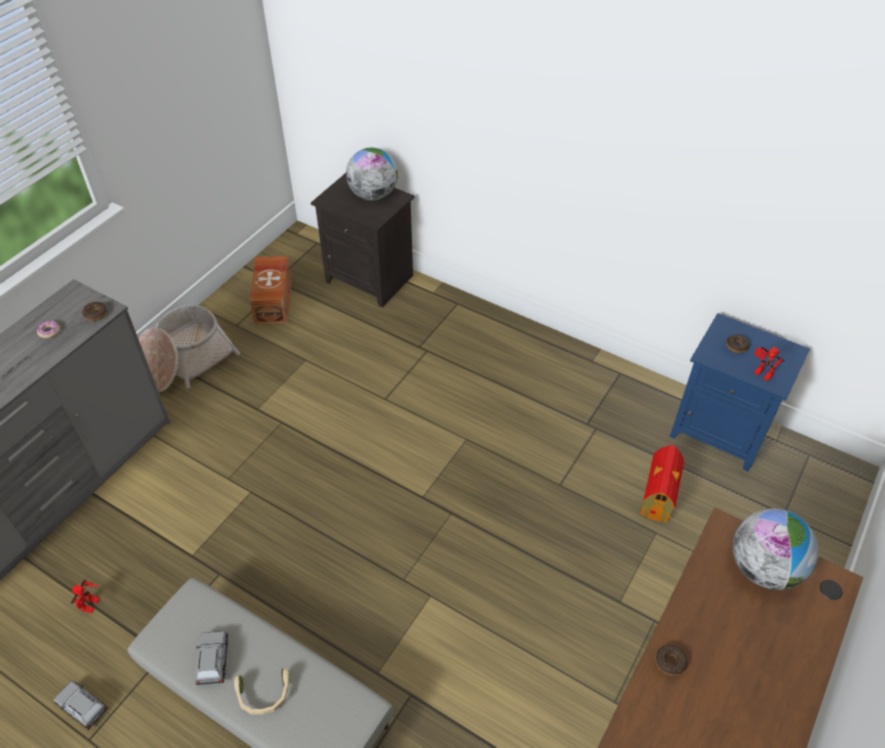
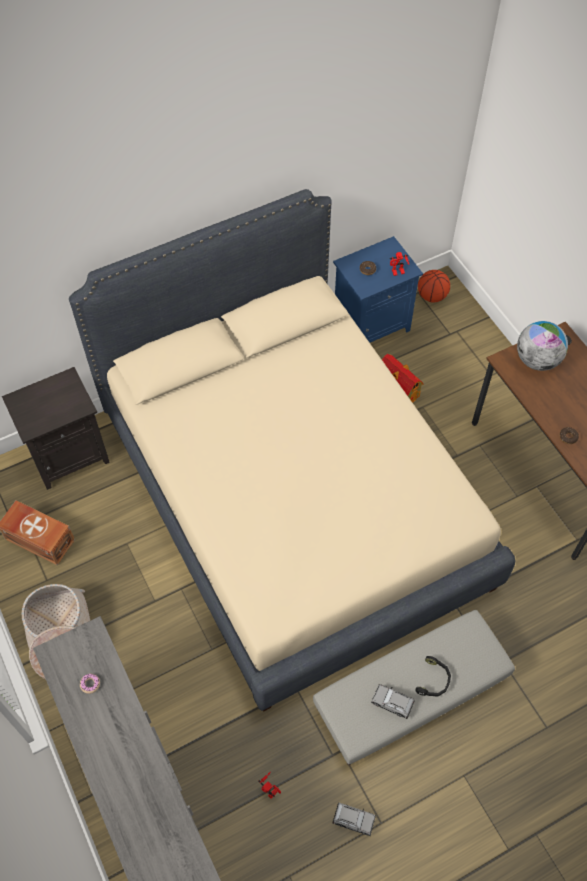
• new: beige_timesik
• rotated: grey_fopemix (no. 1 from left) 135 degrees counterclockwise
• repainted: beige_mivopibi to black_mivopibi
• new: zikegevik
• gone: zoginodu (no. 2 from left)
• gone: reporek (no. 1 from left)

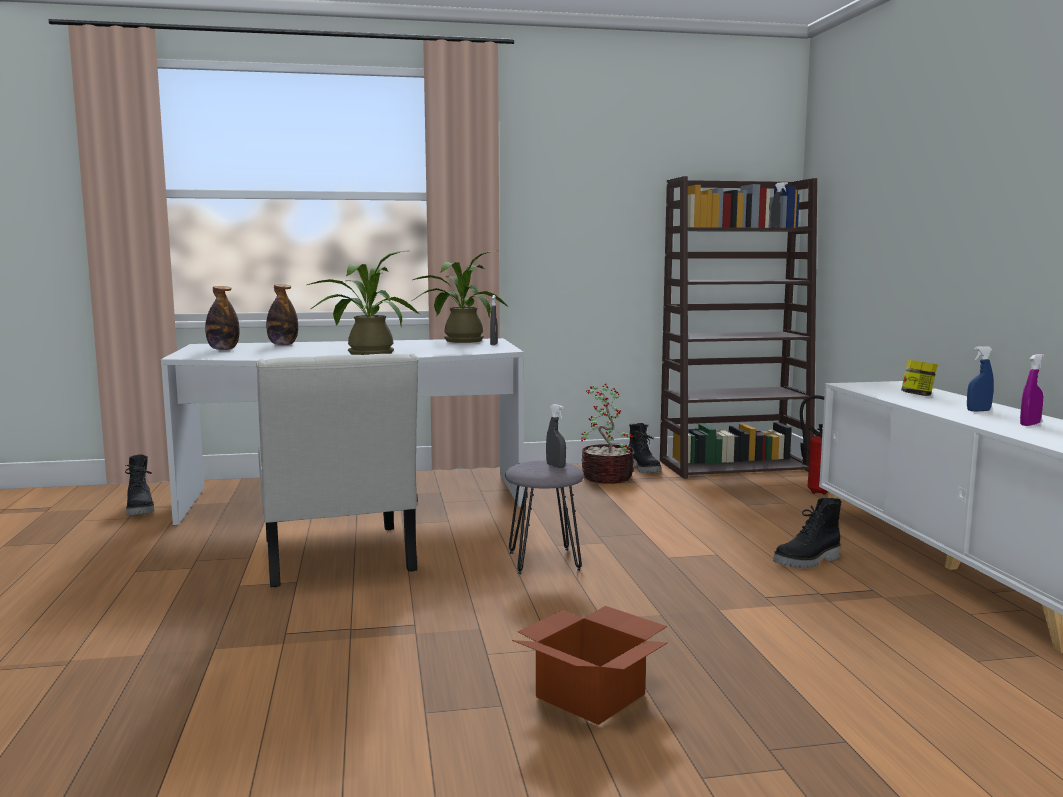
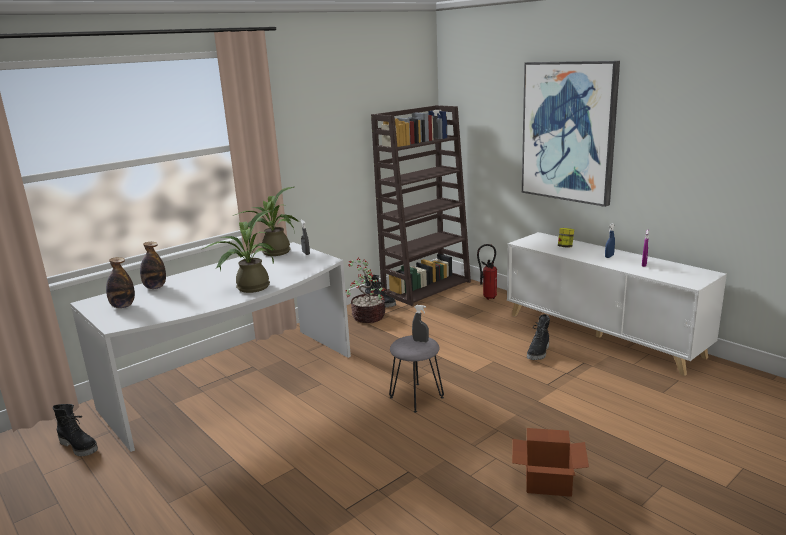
• new: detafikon
• gone: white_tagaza

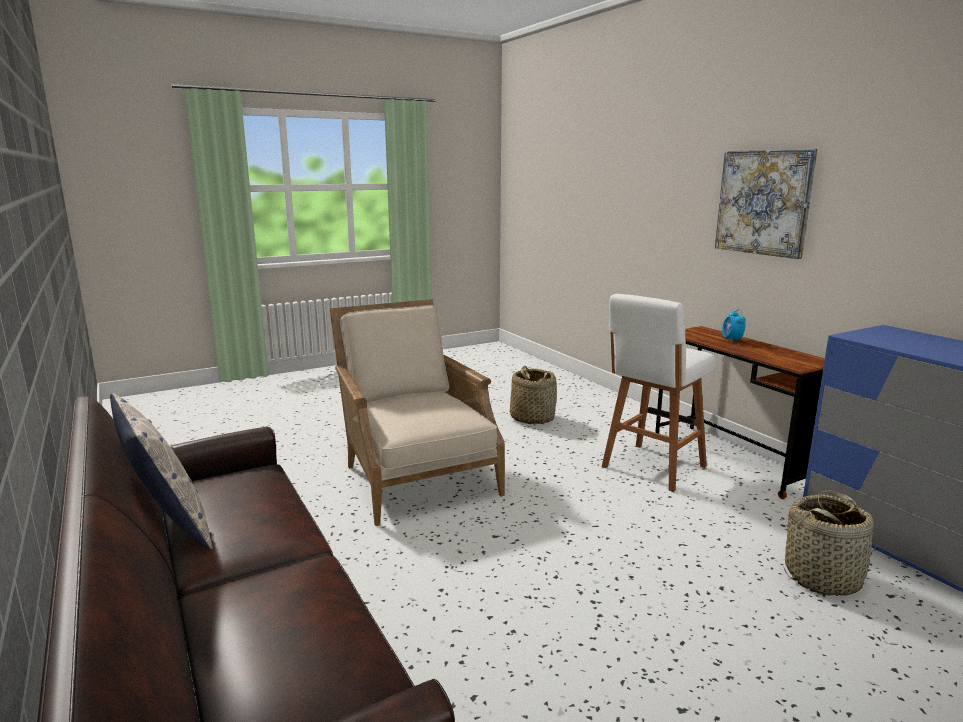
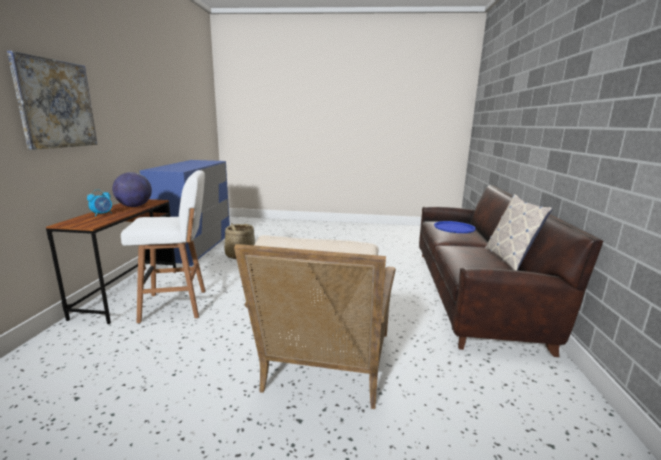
• new: reporek
• new: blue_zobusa
• gone: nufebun (no. 1 from left)

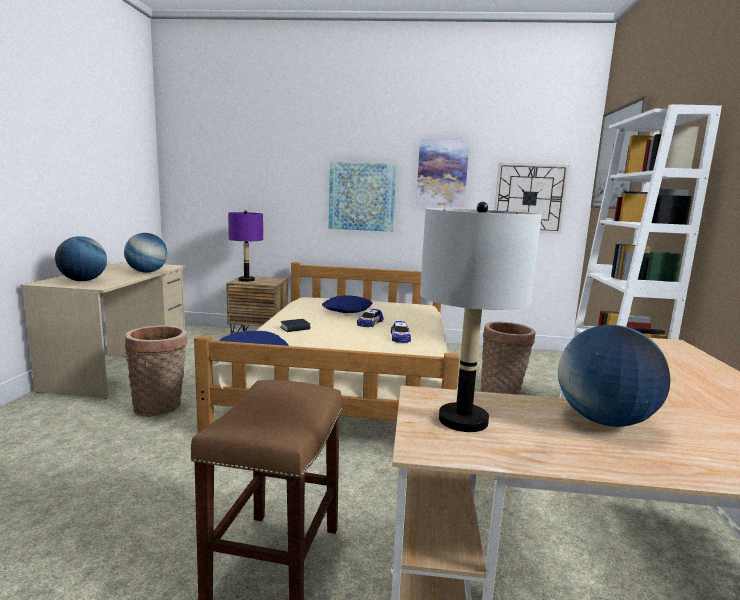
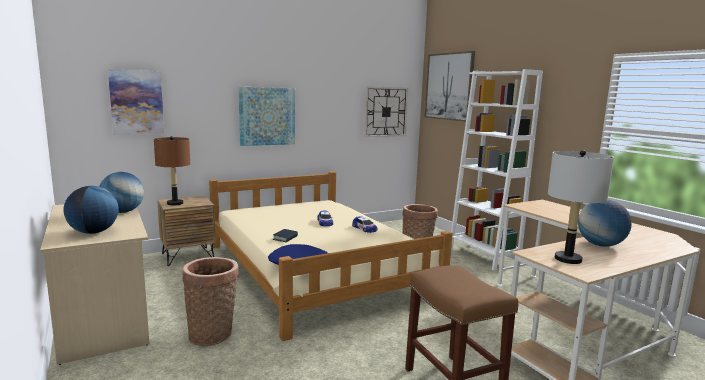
• shifted: detafikon (no. 2 from left in the first image) to detafikon (no. 1 from left)
• repainted: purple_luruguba to brown_luruguba
• gone: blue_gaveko (no. 2 from left)

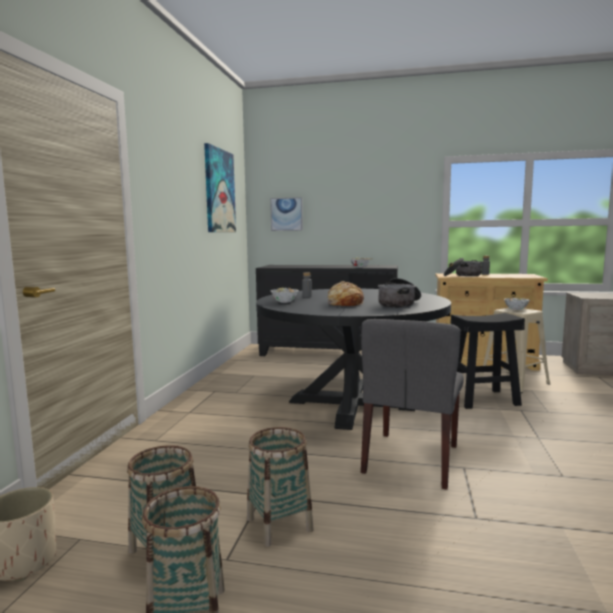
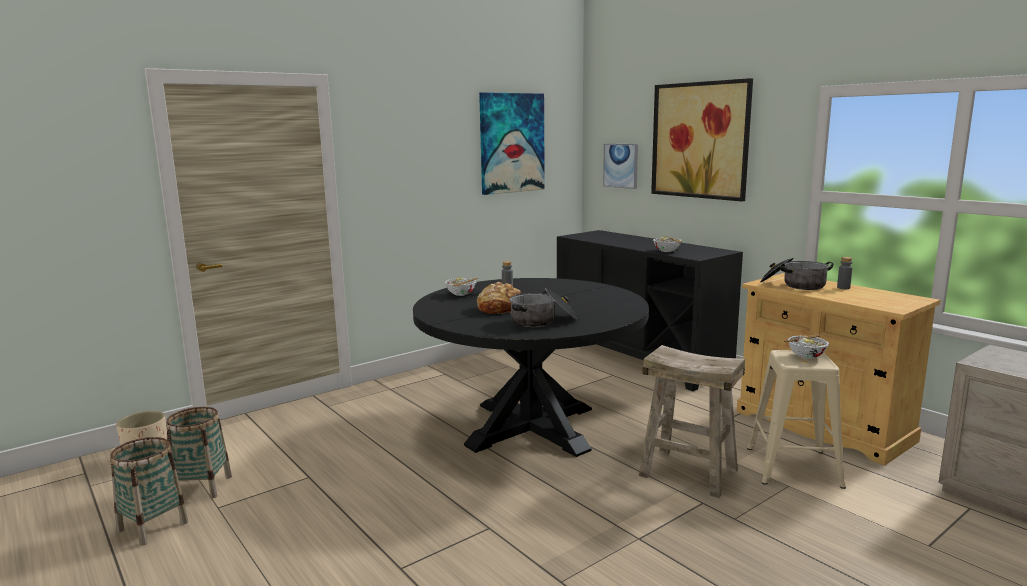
• repainted: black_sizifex to beige_sizifex (no. 1 from left)
• new: detafikon (no. 3 from left)
• gone: nufebun (no. 3 from left)
• gone: grey_tagaza

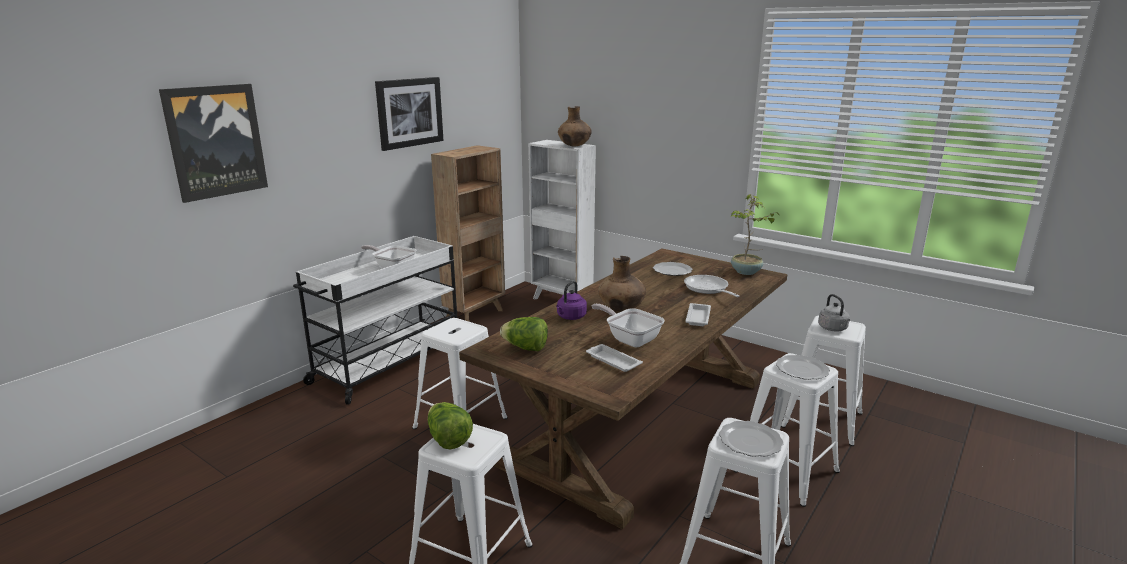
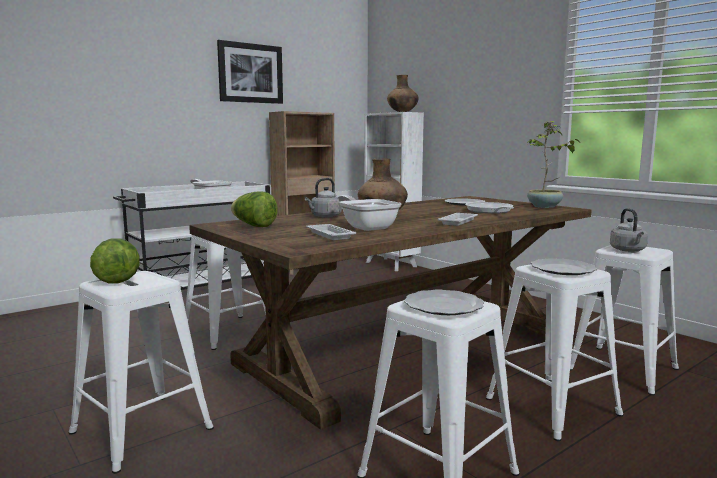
• repainted: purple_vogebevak to grey_vogebevak (no. 1 from left)
• gone: detafikon (no. 1 from left)

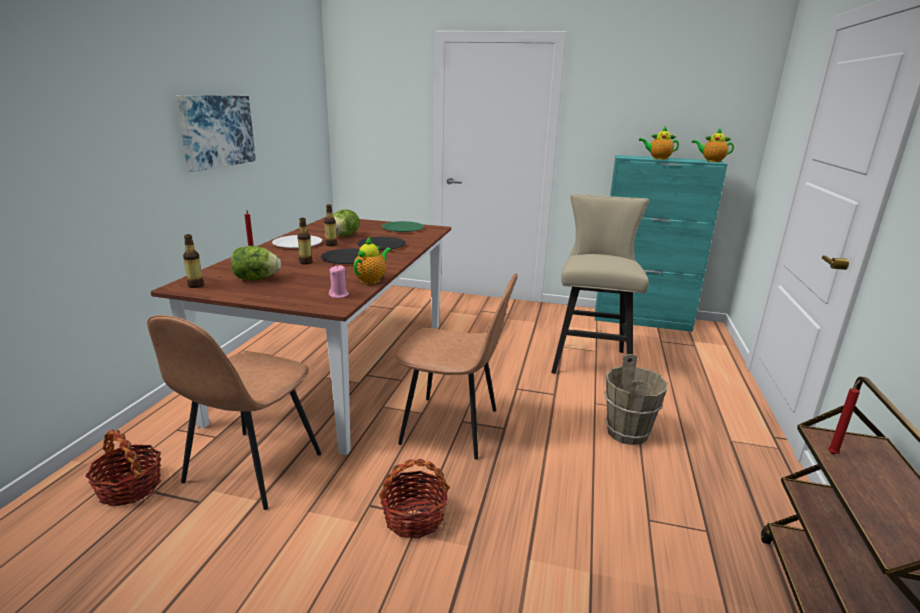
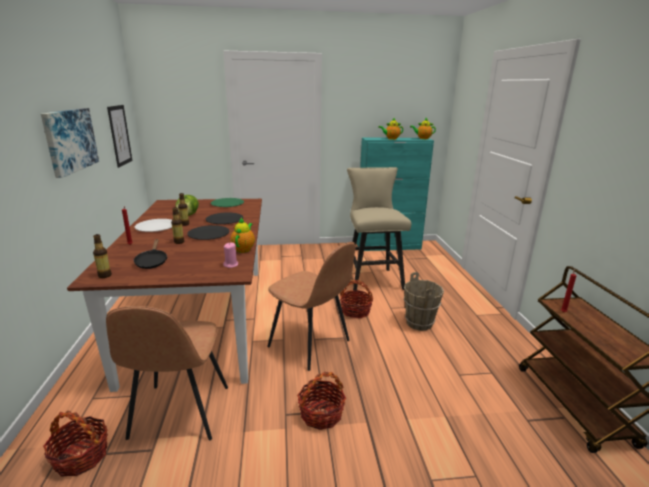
• new: detafikon (no. 2 from left)
• swapped: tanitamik (no. 1 from left) to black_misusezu
• rotated: brown_tagaza (no. 2 from left) 45 degrees clockwise
• new: nufebun (no. 3 from left)

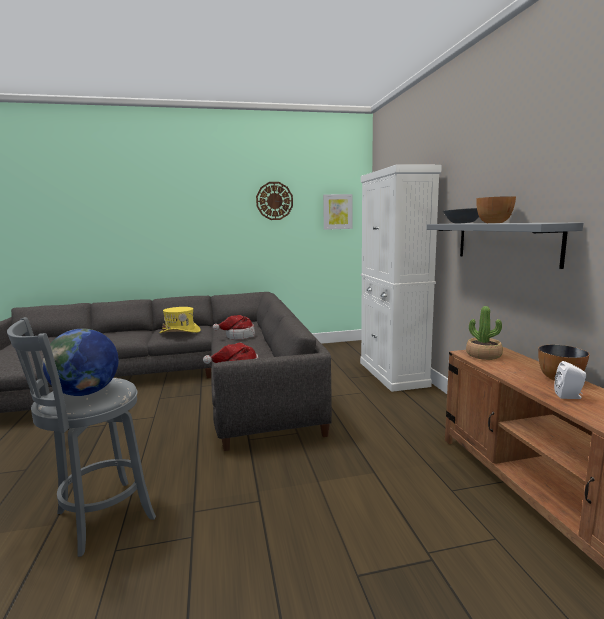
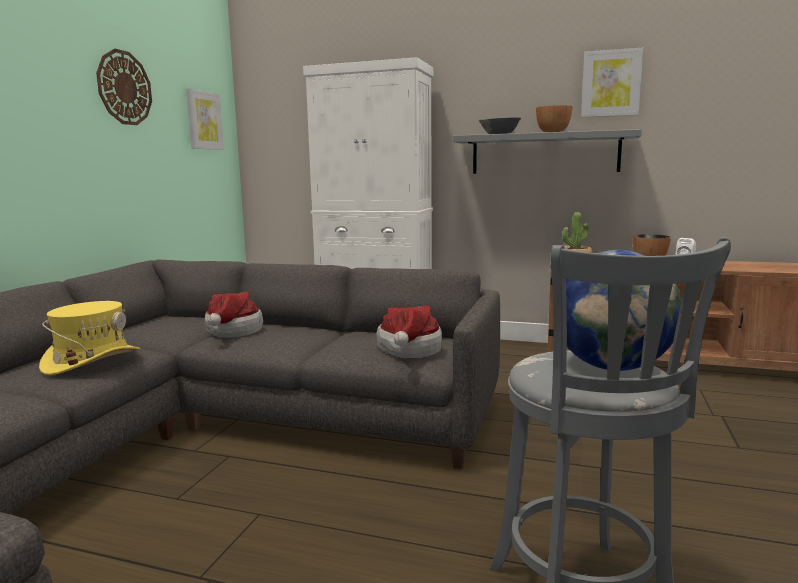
• new: detafikon (no. 2 from left)

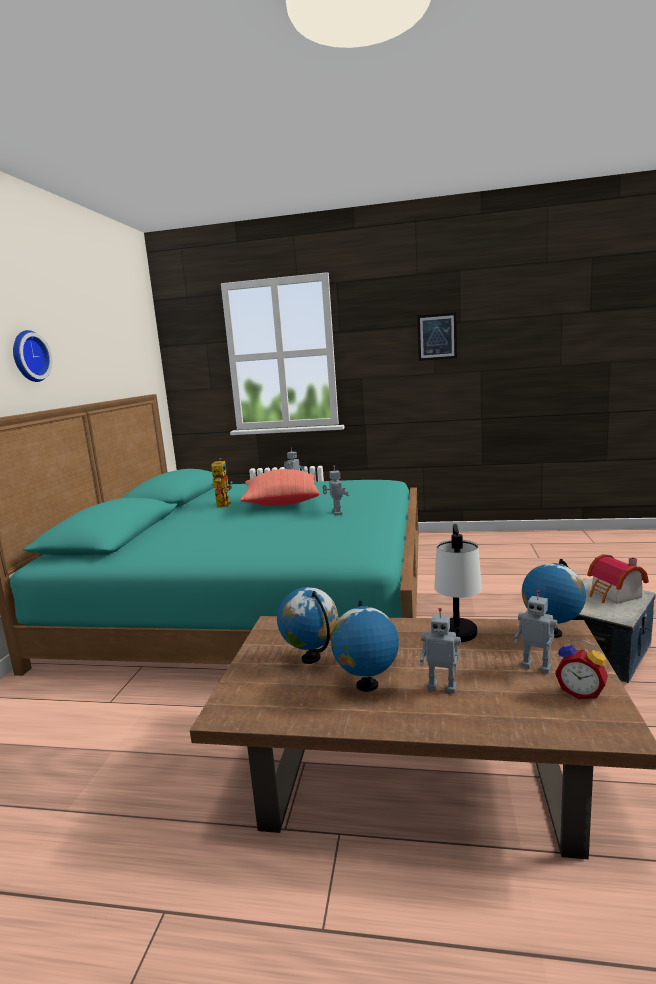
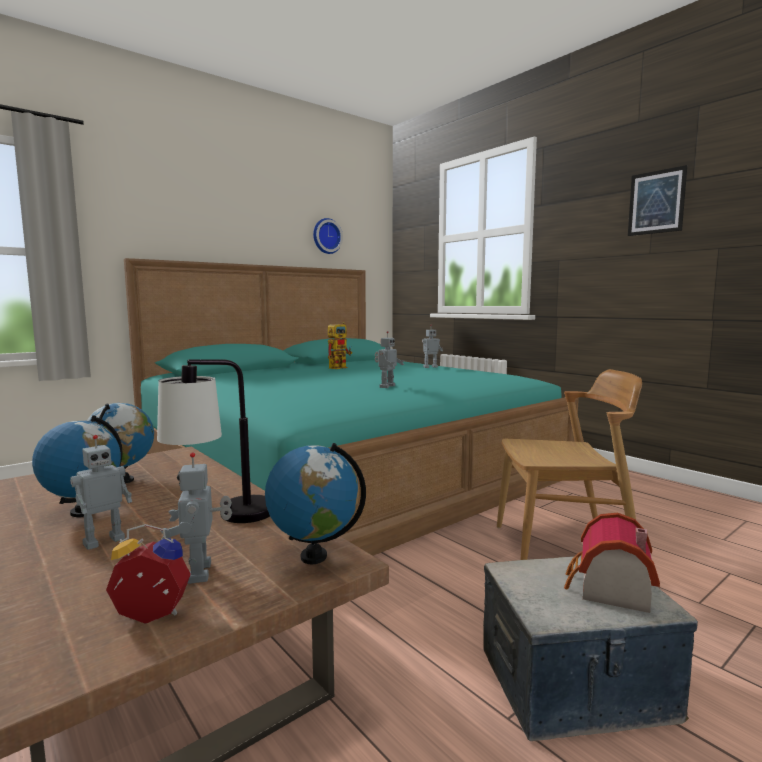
• rotated: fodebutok (no. 4 from left in the first image) 105 degrees counterclockwise
• rotated: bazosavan 105 degrees clockwise
• shifted: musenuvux
• new: brown_tagaza
• gone: red_gaveko

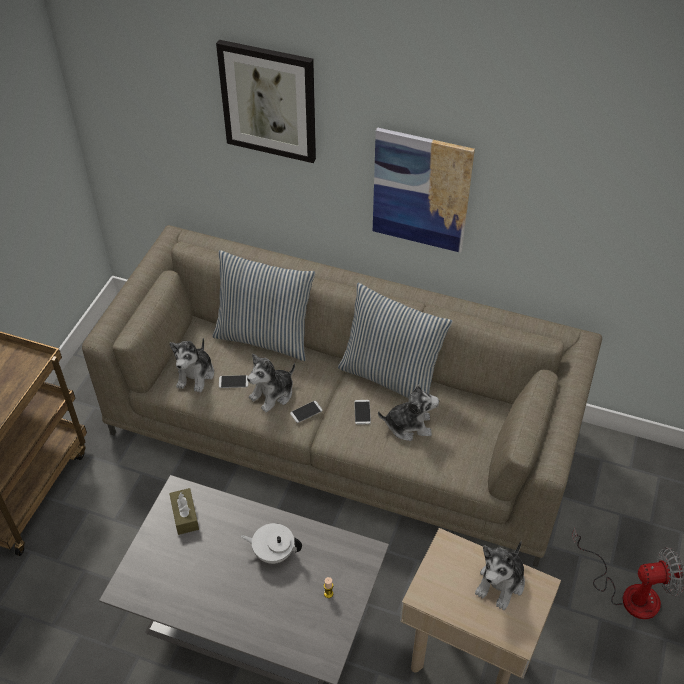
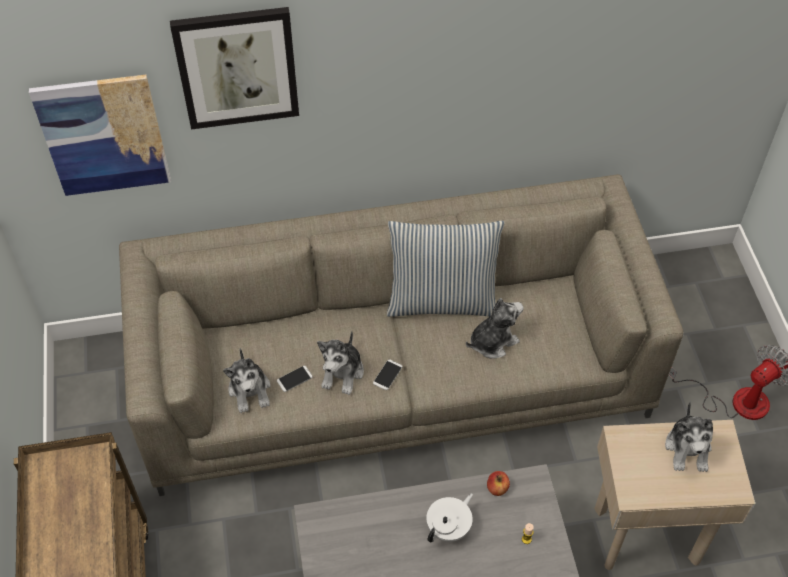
• shifted: detafikon (no. 2 from left in the first image) to detafikon (no. 1 from left)
• rotated: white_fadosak 150 degrees clockwise
• new: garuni
• gone: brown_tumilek
• gone: gaveko (no. 1 from left)
• gone: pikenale (no. 3 from left)

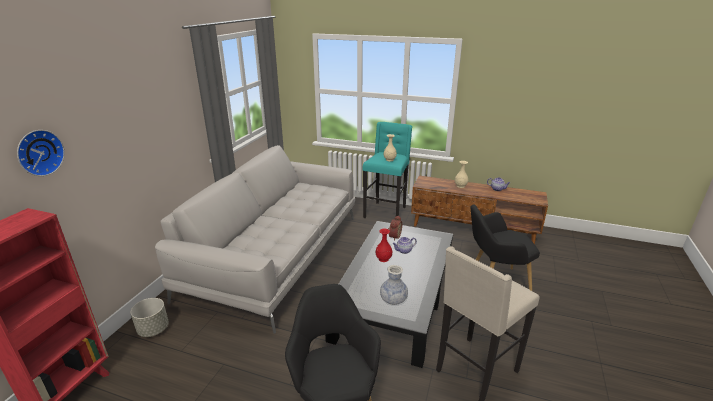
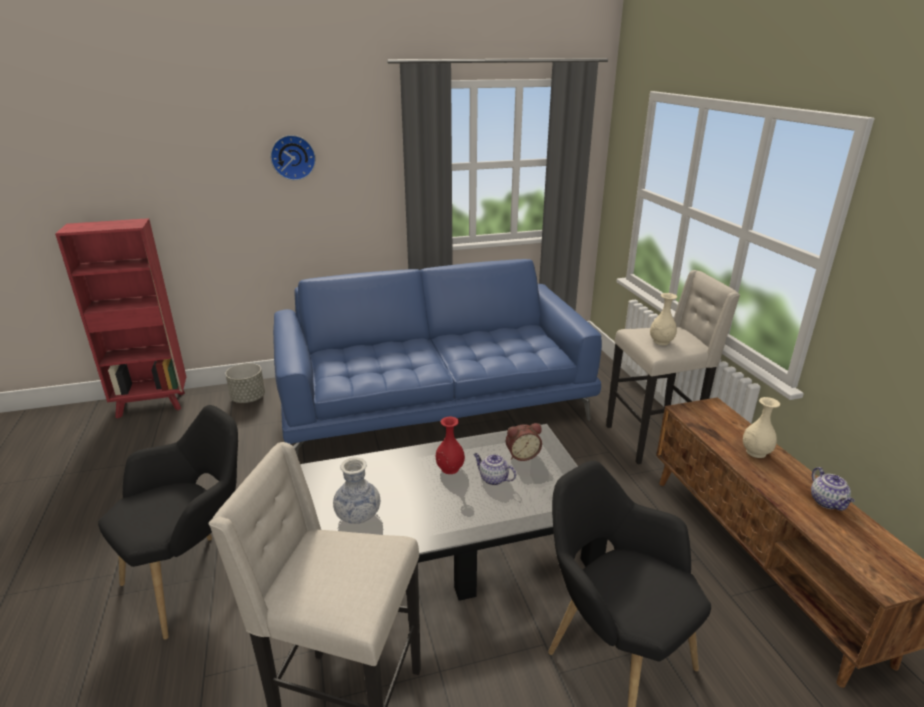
• shifted: musenuvux
• repainted: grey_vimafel to blue_vimafel
• repainted: turquoise_sizifex to beige_sizifex (no. 2 from left)

